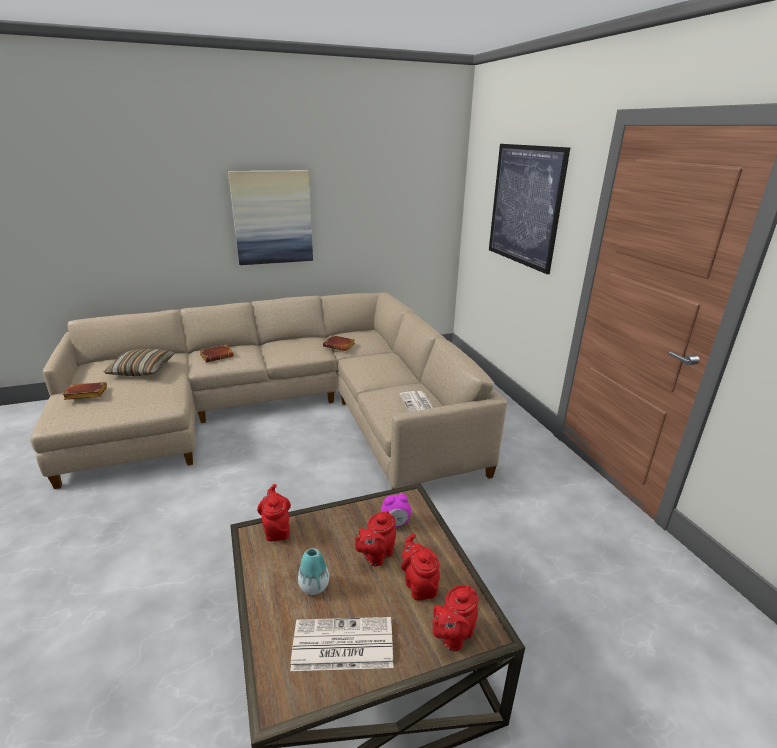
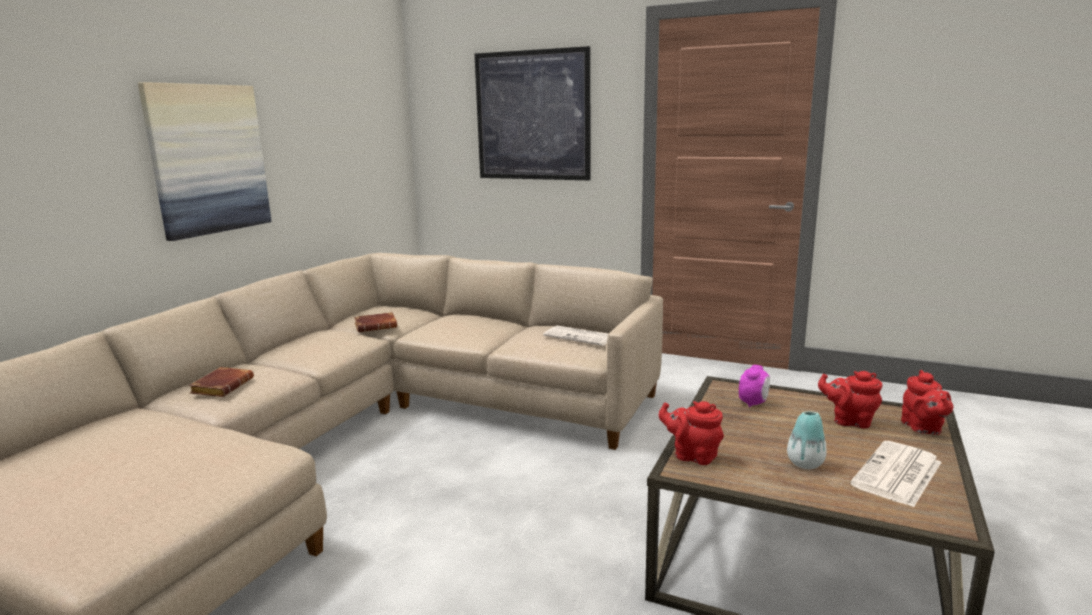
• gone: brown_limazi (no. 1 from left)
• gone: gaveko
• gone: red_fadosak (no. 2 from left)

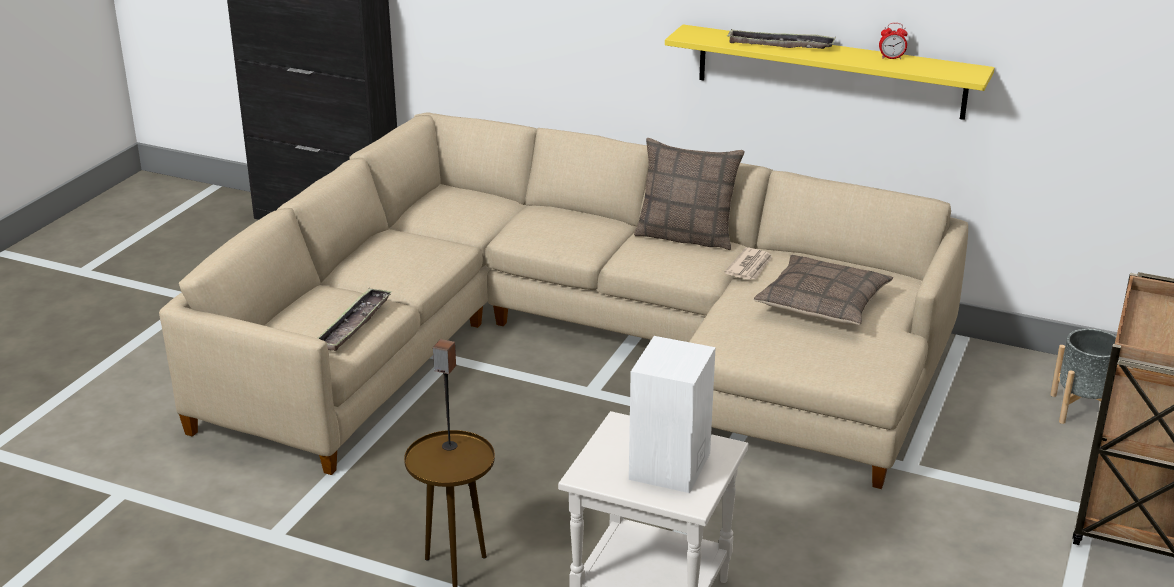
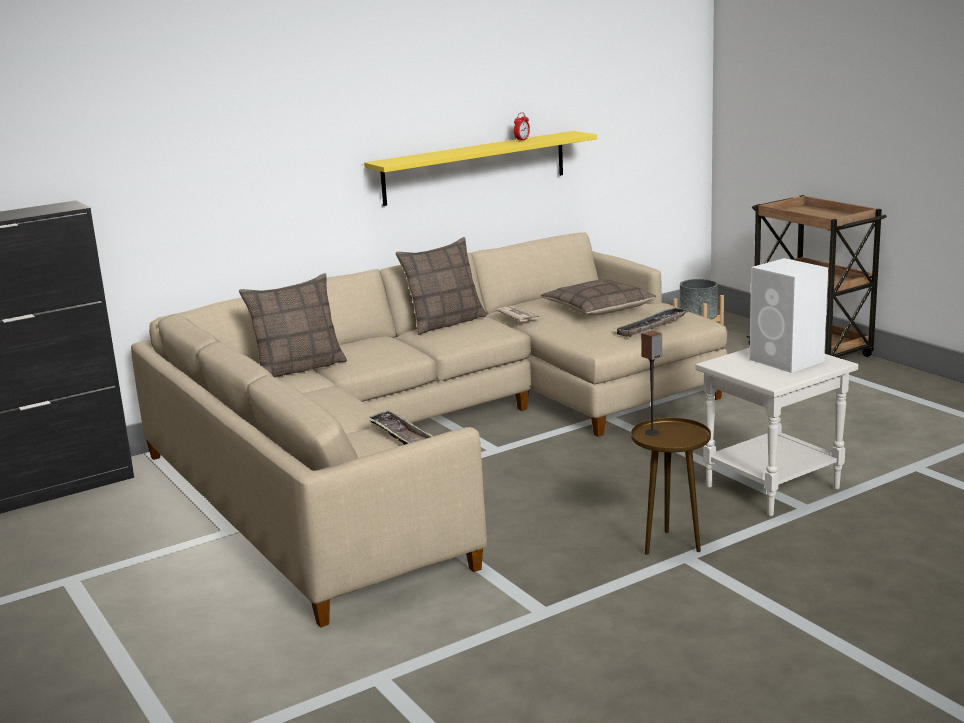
• new: gaveko (no. 1 from left)
• shifted: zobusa (no. 2 from left)

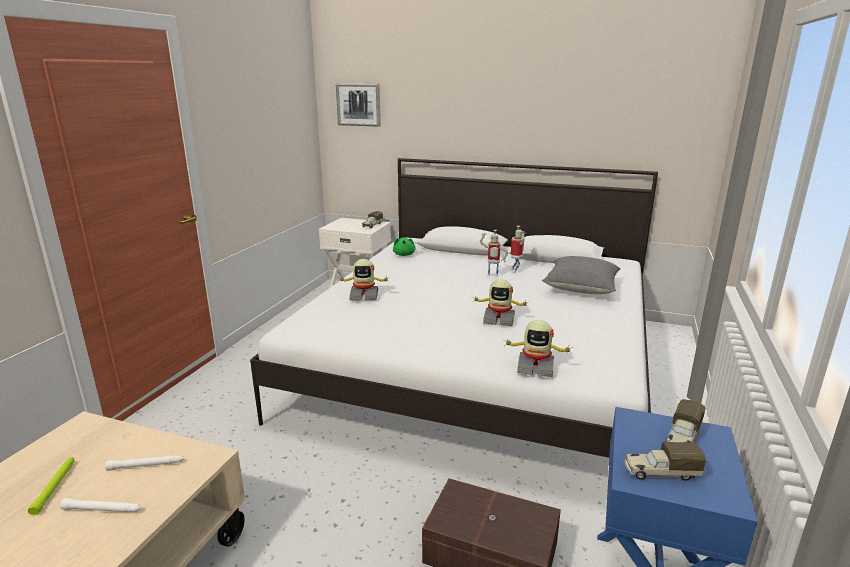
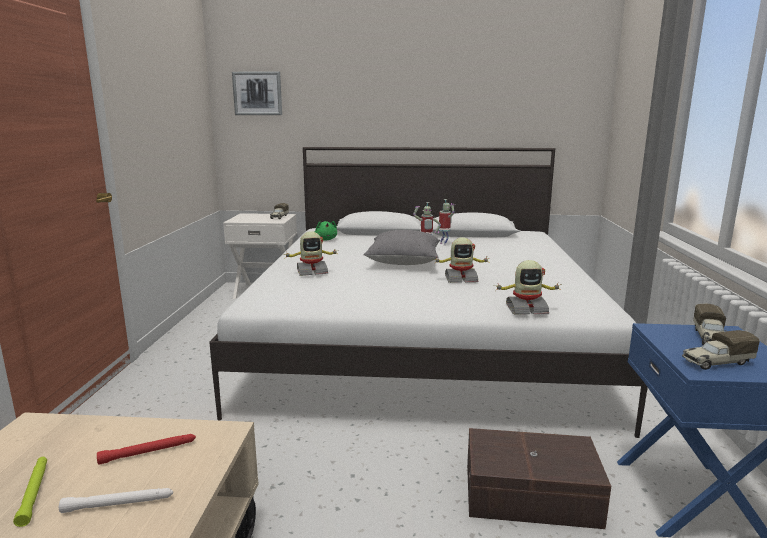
• repainted: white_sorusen (no. 2 from left) to red_sorusen
• shifted: grey_gaveko

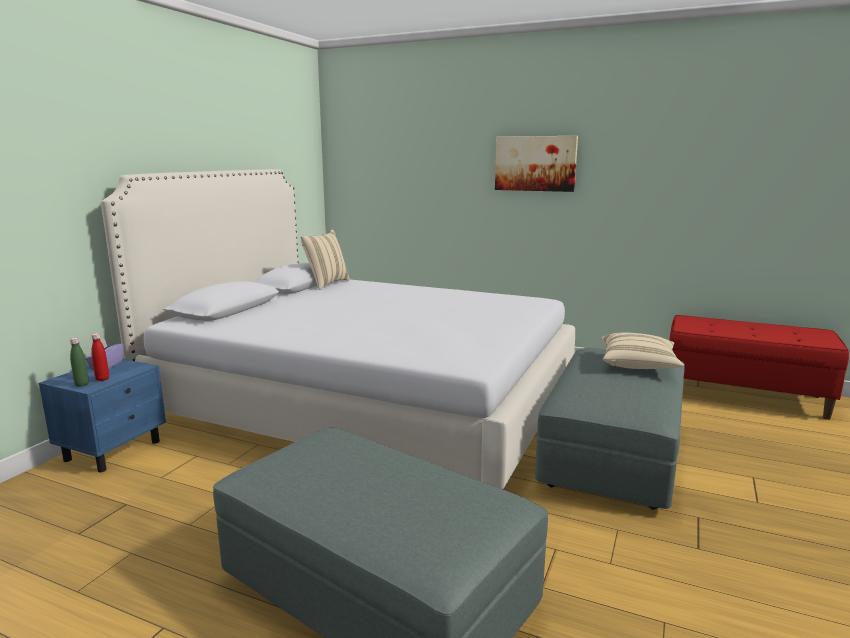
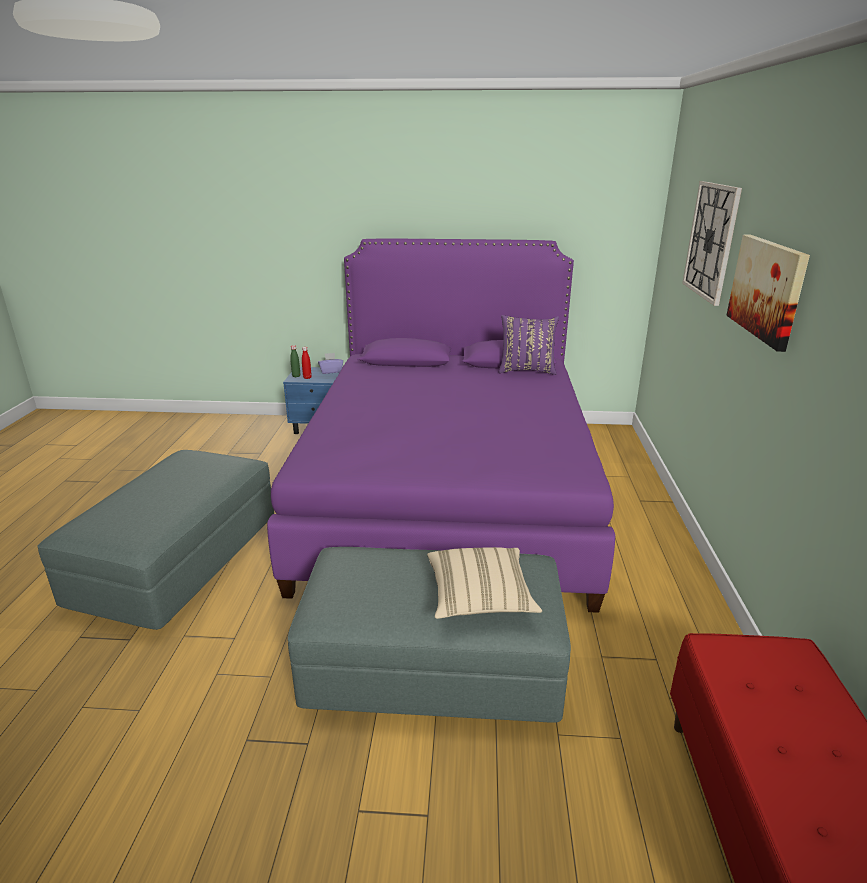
• repainted: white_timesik to purple_timesik
• repainted: beige_gaveko (no. 1 from left) to purple_gaveko
• new: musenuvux

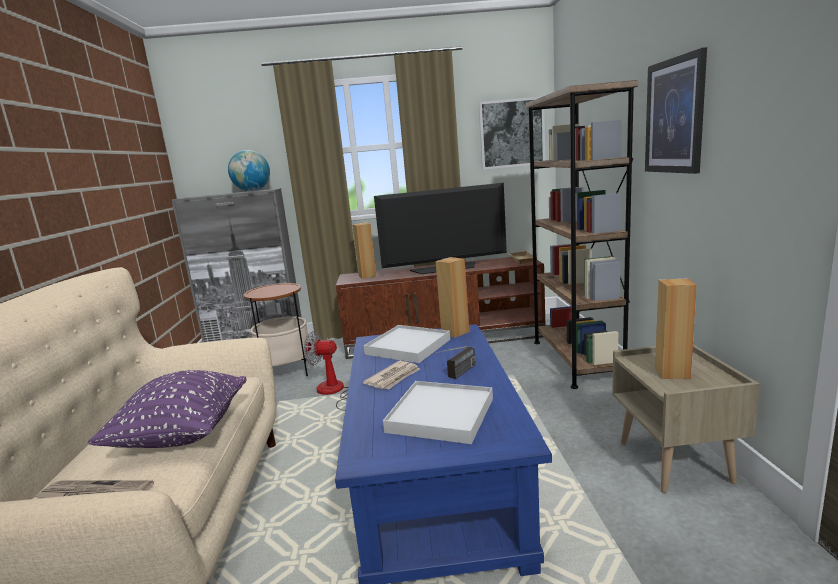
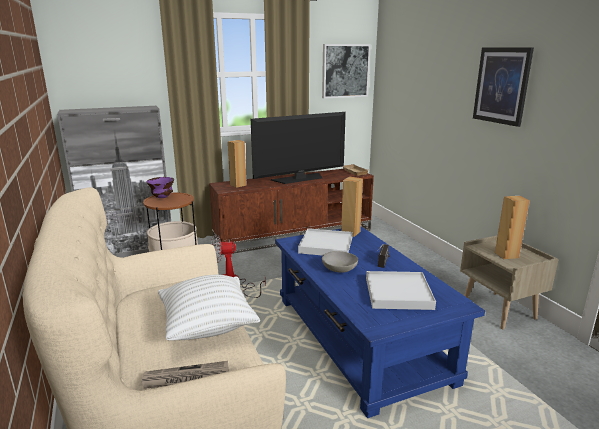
• new: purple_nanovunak
• repainted: purple_gaveko to white_gaveko
• swapped: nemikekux (no. 2 from left) to grey_nanovunak
• gone: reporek
• gone: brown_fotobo

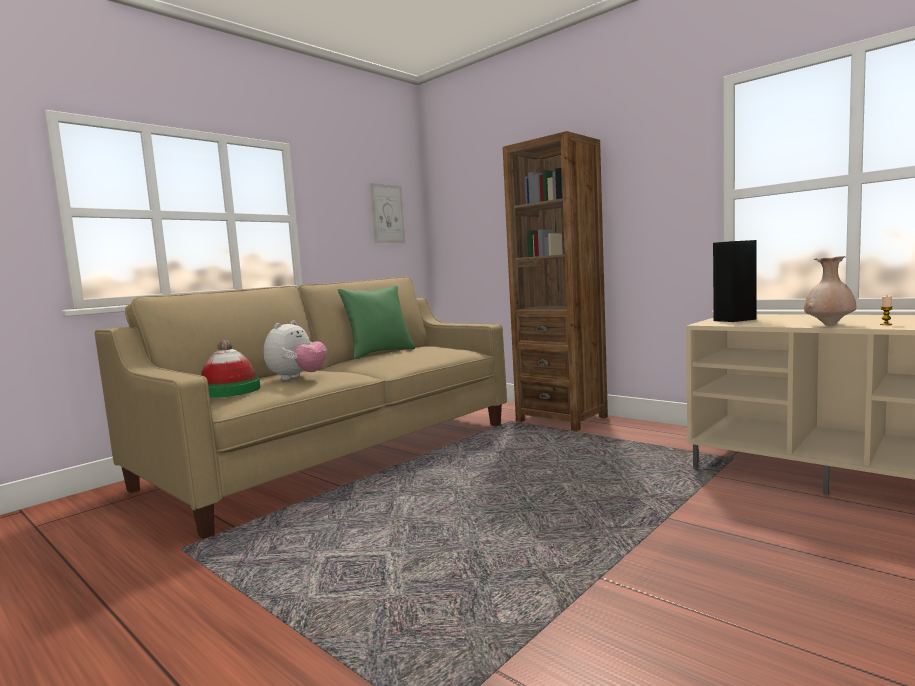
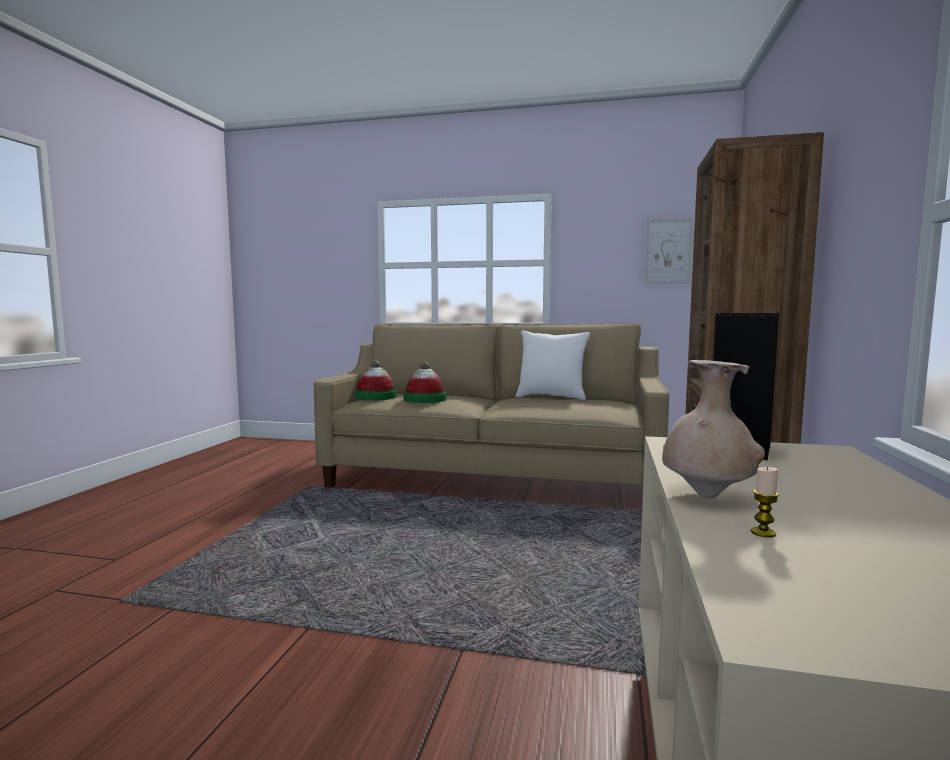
• swapped: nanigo to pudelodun (no. 2 from left)
• repainted: green_gaveko to white_gaveko

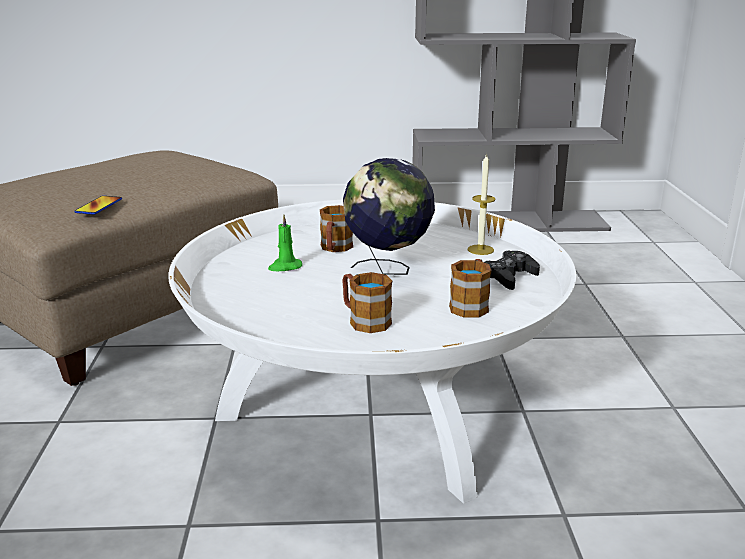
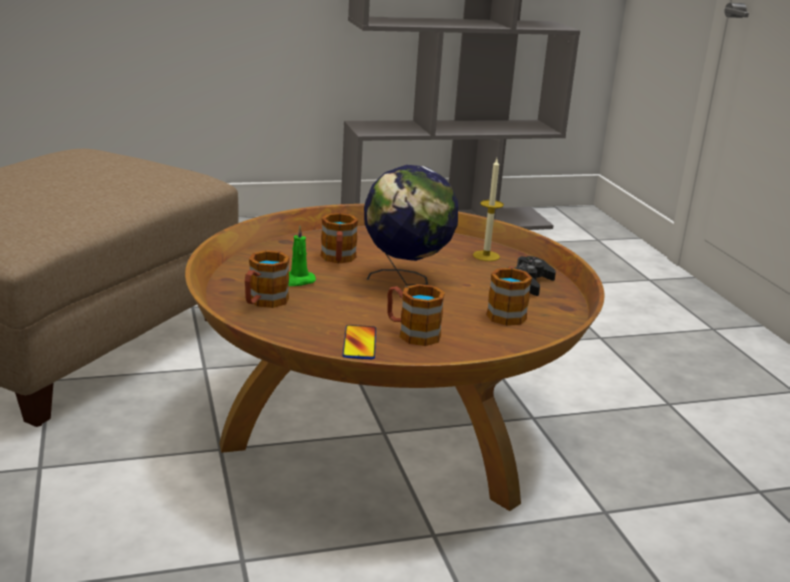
• repainted: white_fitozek to brown_fitozek
• new: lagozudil (no. 1 from left)
• shifted: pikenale

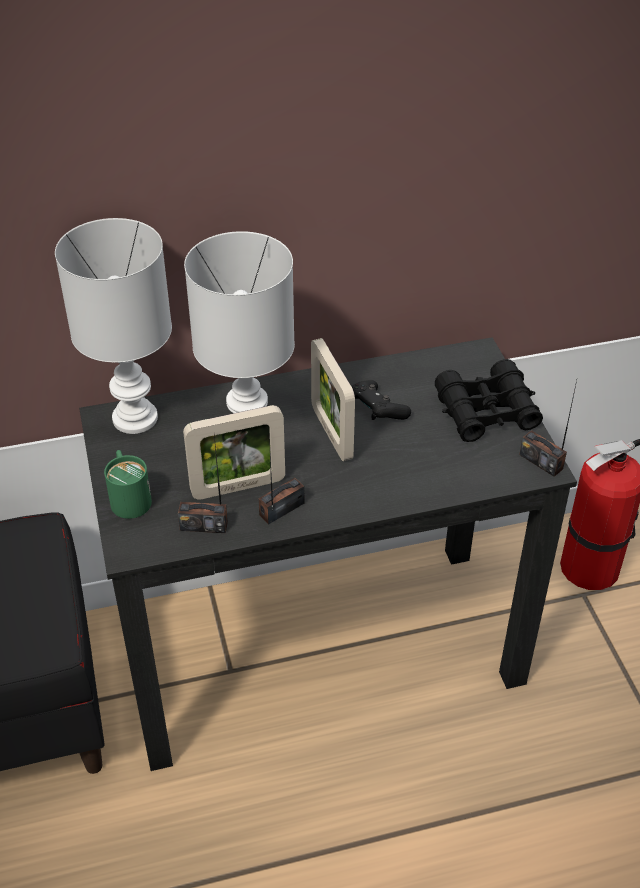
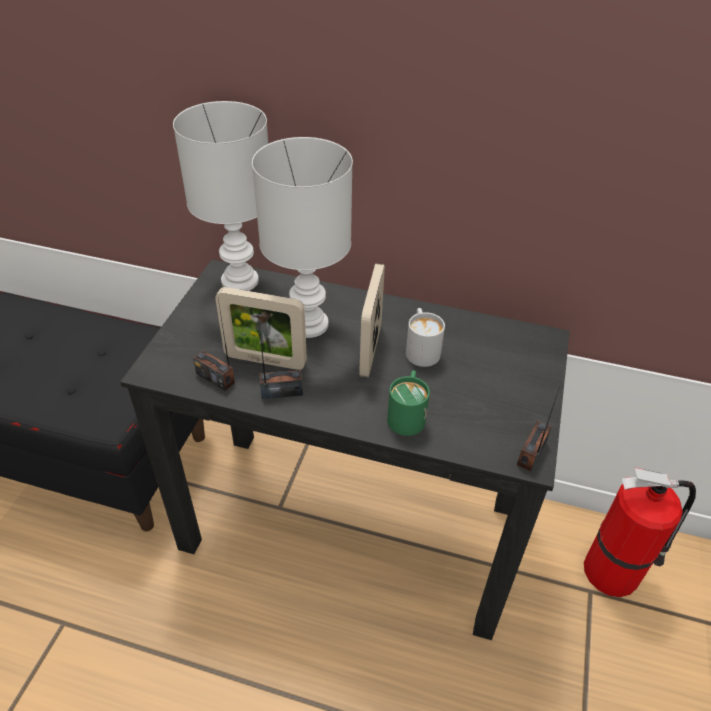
• shifted: green_lagozudil
• swapped: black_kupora to white_lagozudil
• rotated: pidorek (no. 3 from left) 45 degrees clockwise
• gone: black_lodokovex

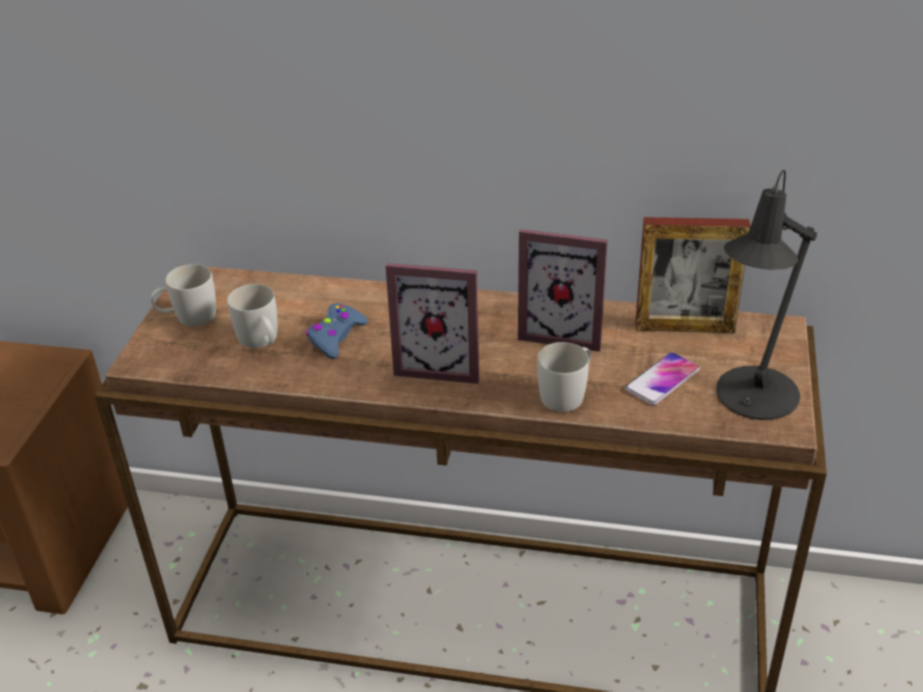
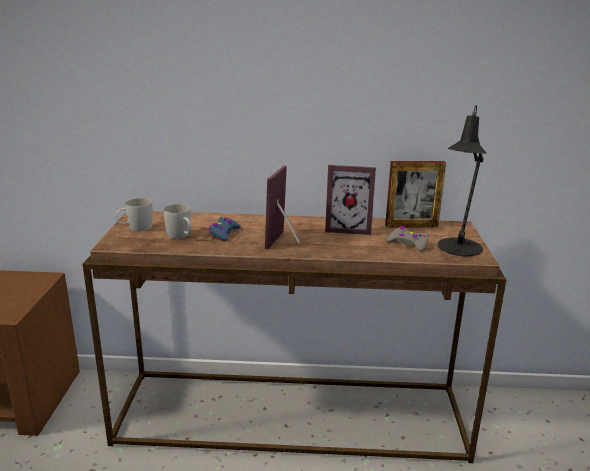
• rotated: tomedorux (no. 1 from left) 105 degrees clockwise
• swapped: pikenale to grey_kupora
• gone: white_lagozudil (no. 3 from left)

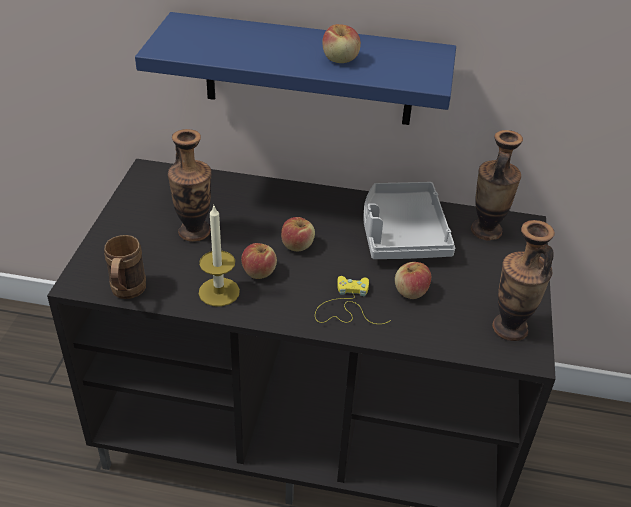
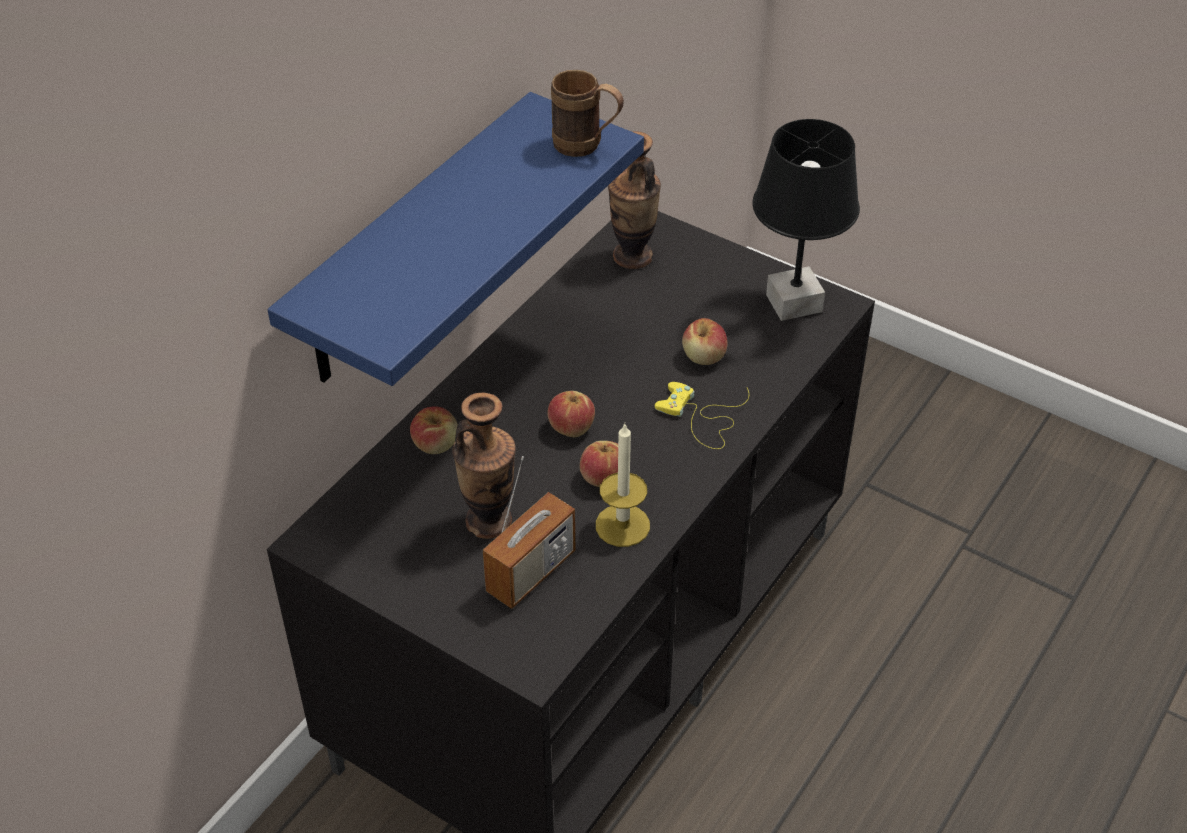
• shifted: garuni (no. 3 from left in the first image) to garuni (no. 1 from left)
• new: pidorek
• shifted: brown_lagozudil
• swapped: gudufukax (no. 3 from left) to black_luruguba
• gone: grey_zobusa

